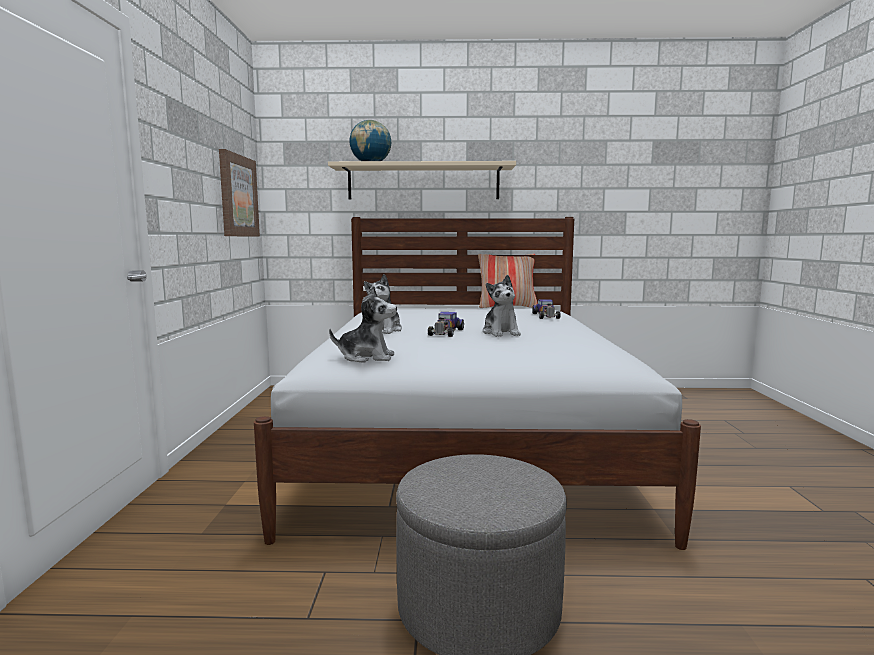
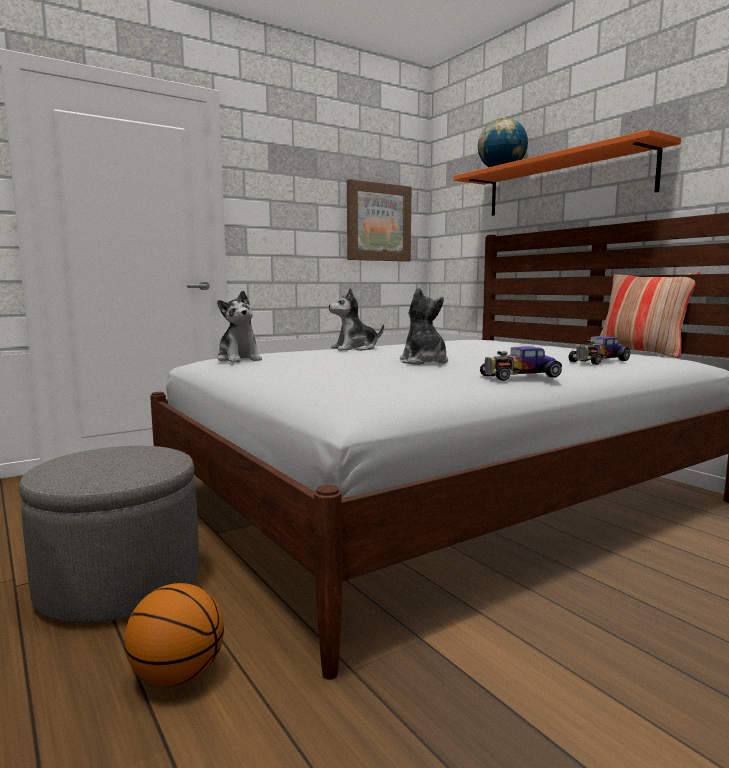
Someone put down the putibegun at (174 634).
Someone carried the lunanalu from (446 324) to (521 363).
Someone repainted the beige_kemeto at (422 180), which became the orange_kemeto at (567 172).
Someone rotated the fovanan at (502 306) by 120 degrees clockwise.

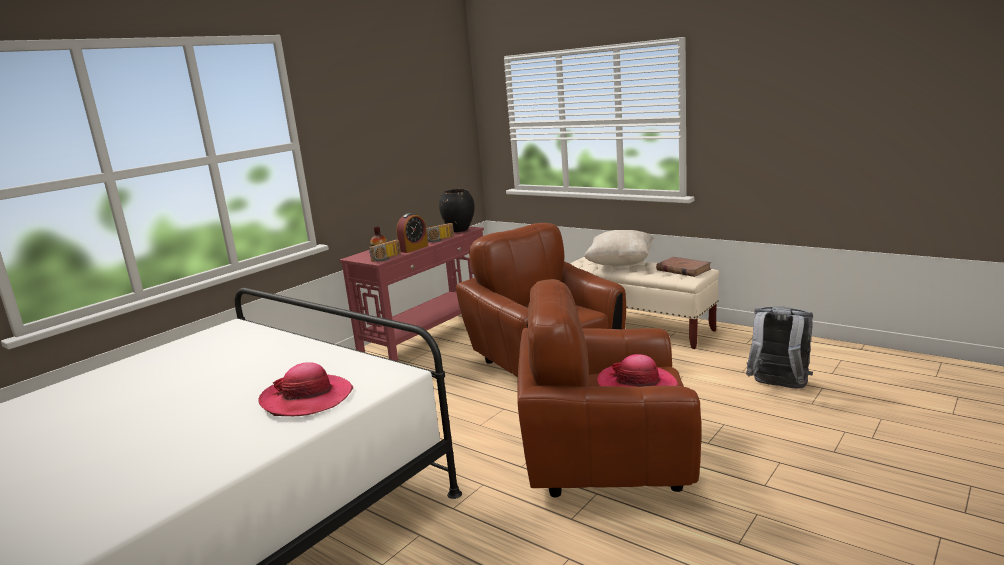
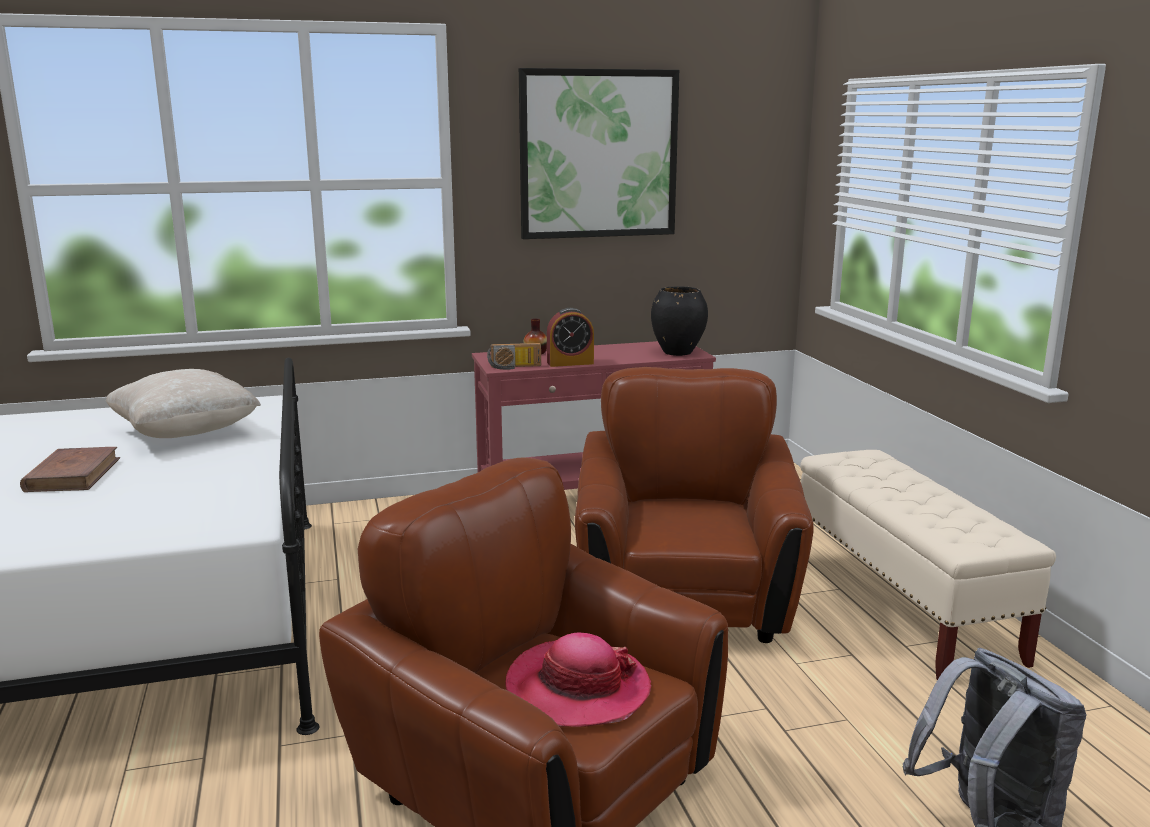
Someone took away the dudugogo at (306 389).
Someone took away the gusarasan at (440 232).
Someone put up the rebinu at (599 153).
Someone carried the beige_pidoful from (619 248) to (183 403).
Someone carried the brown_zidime from (683 267) to (70 469).

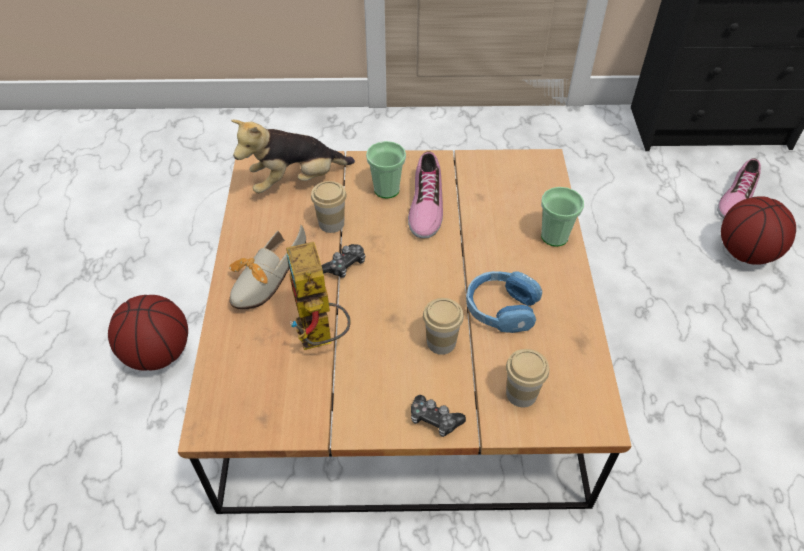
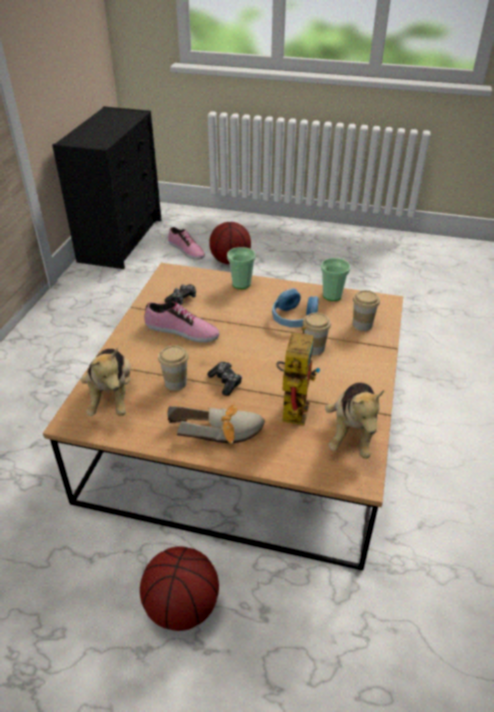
Someone put down the fovanan at (354 421).
Someone carried the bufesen from (386 170) to (336 279).
Someone carried the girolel from (438 416) to (180 294).
Someone rotated the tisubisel at (267 267) by 45 degrees counterclockwise.
Someone rotated the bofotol at (318 296) by 75 degrees counterclockwise.

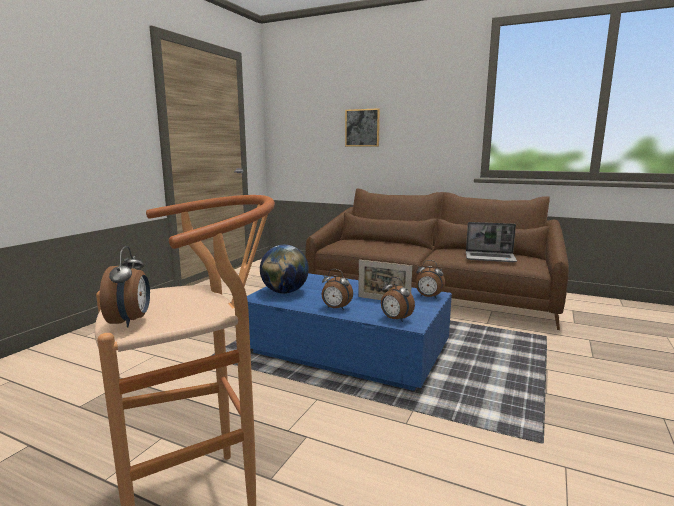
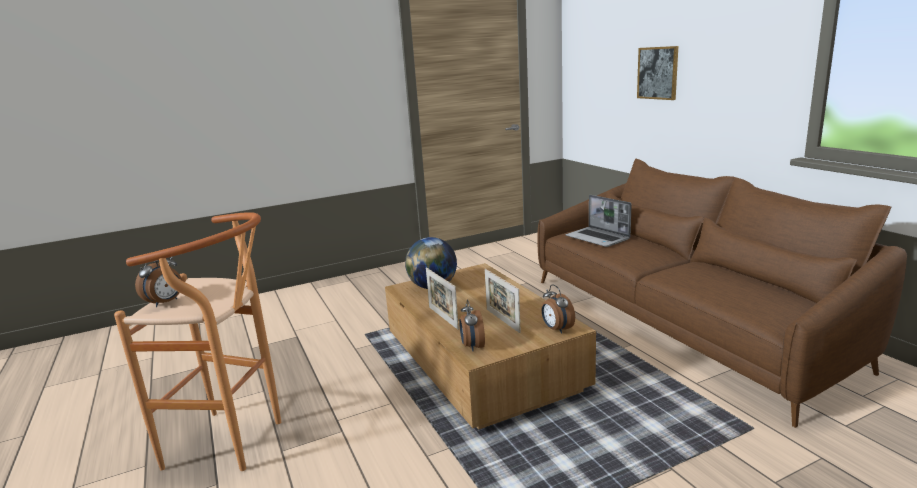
Someone carried the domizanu from (491 242) to (599 221).
Someone swapped the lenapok at (337 289) for the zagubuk at (442 298).
Someone repainted the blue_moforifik at (349 332), which became the brown_moforifik at (490 346).

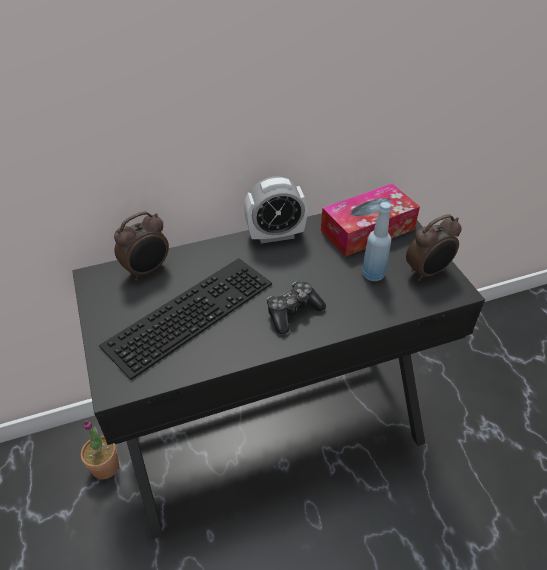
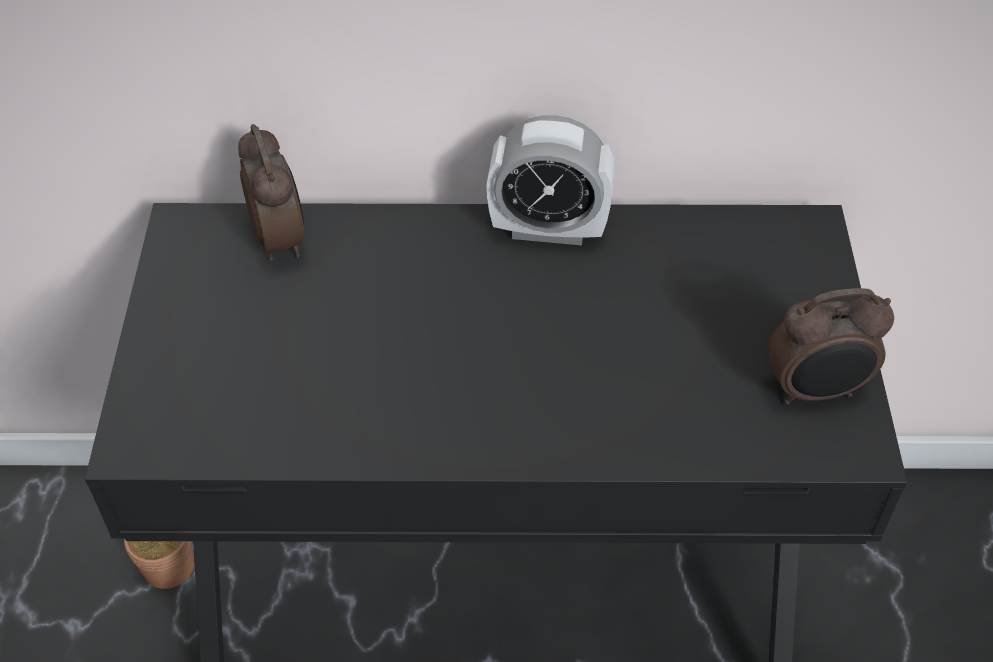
Someone took away the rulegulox at (185 319).
Someone took away the girolel at (296 308).
Someone took away the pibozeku at (370 220).
Someone took away the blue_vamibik at (376 241).
Someone rotated the lenapok at (141 246) by 90 degrees counterclockwise.

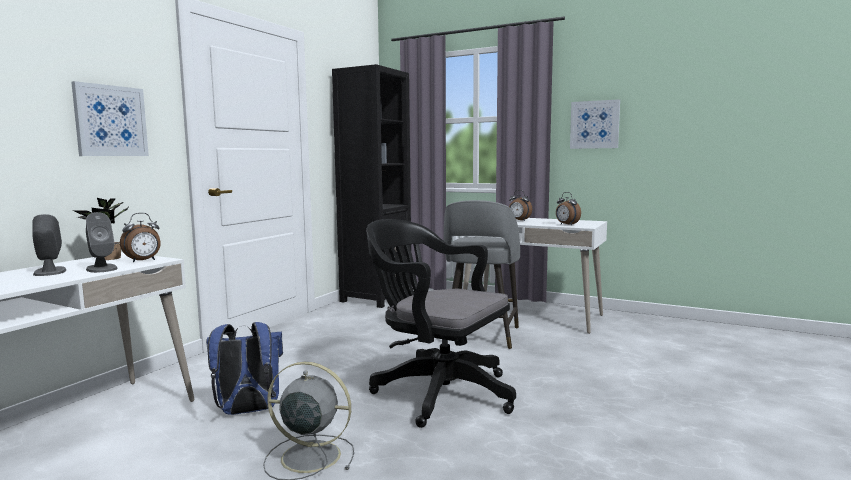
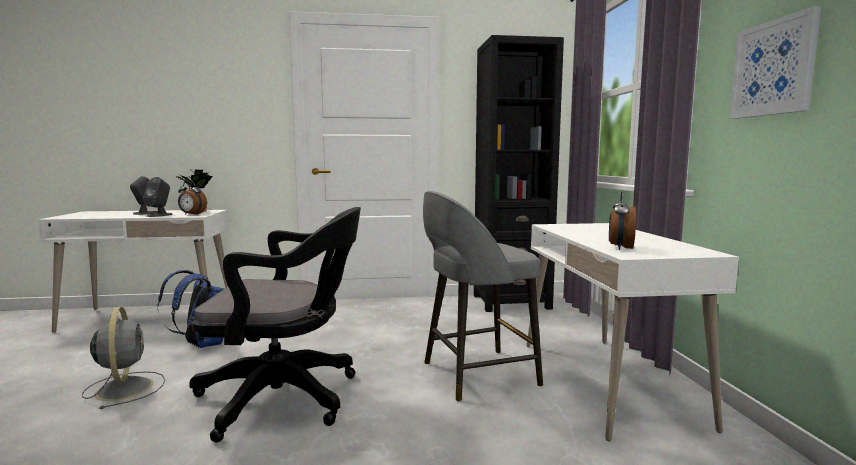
Someone took away the rebinu at (110 118).
Someone took away the lenapok at (520 205).
Someone rotated the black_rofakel at (441 323) by 90 degrees clockwise.

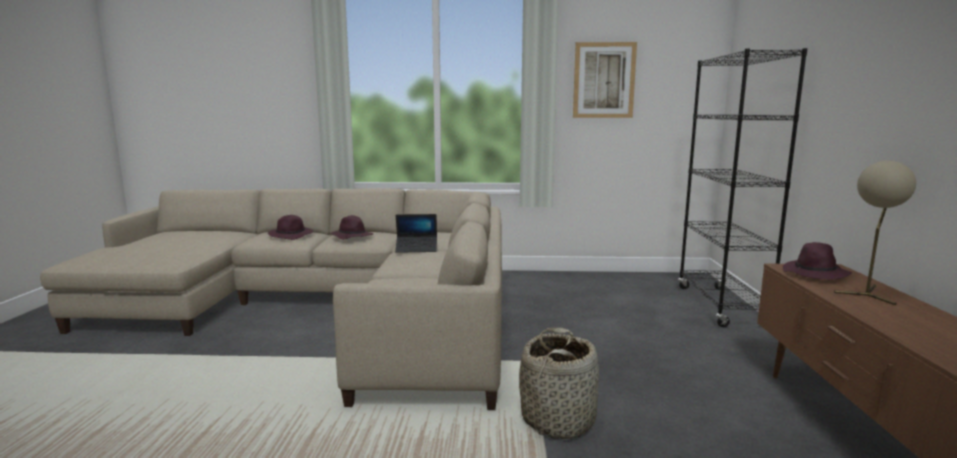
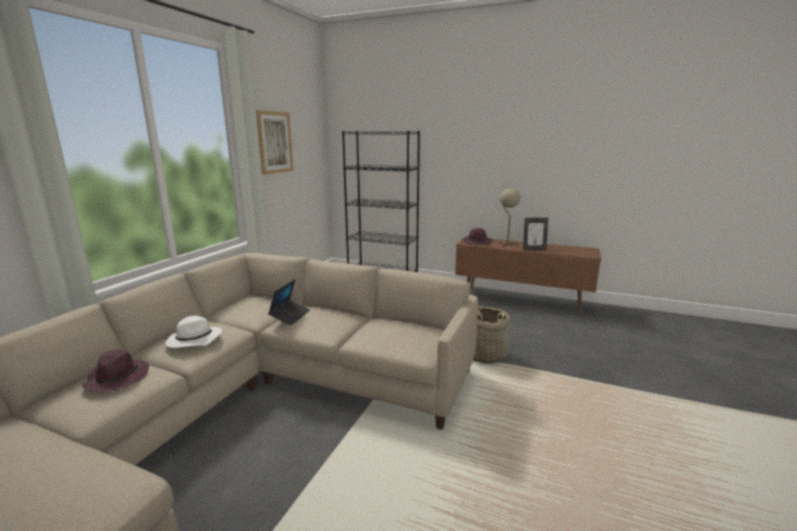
Someone put down the zagubuk at (535 234).
Someone repainted the purple_dudugogo at (352 227), which became the white_dudugogo at (194 332).

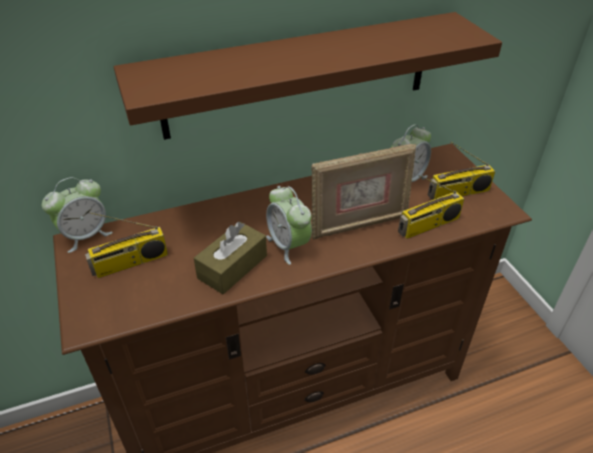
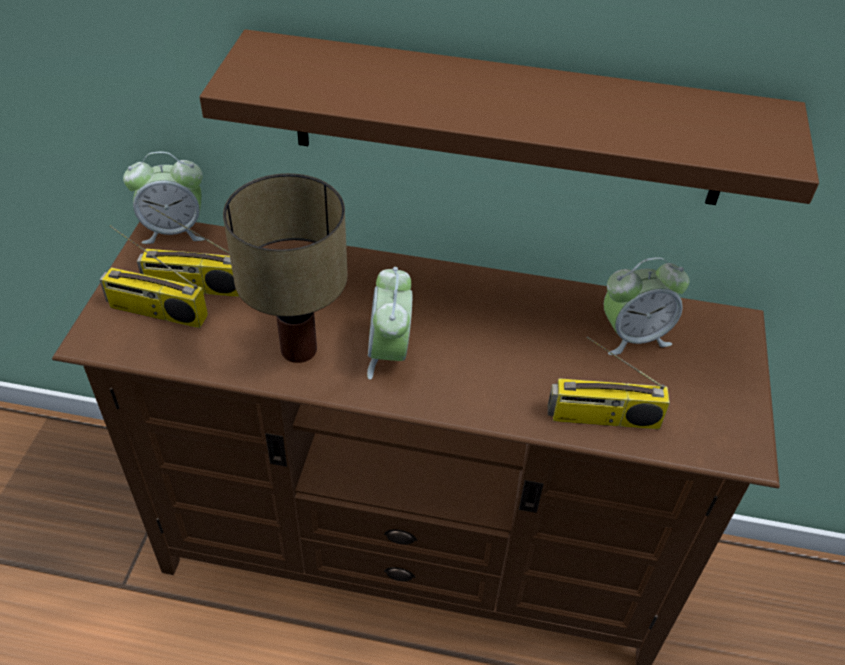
Someone took away the zagubuk at (363 192).
Someone carried the gusarasan from (461 170) to (153 276).
Someone swapped the brown_pibozeku at (230 257) for the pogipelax at (285 268).

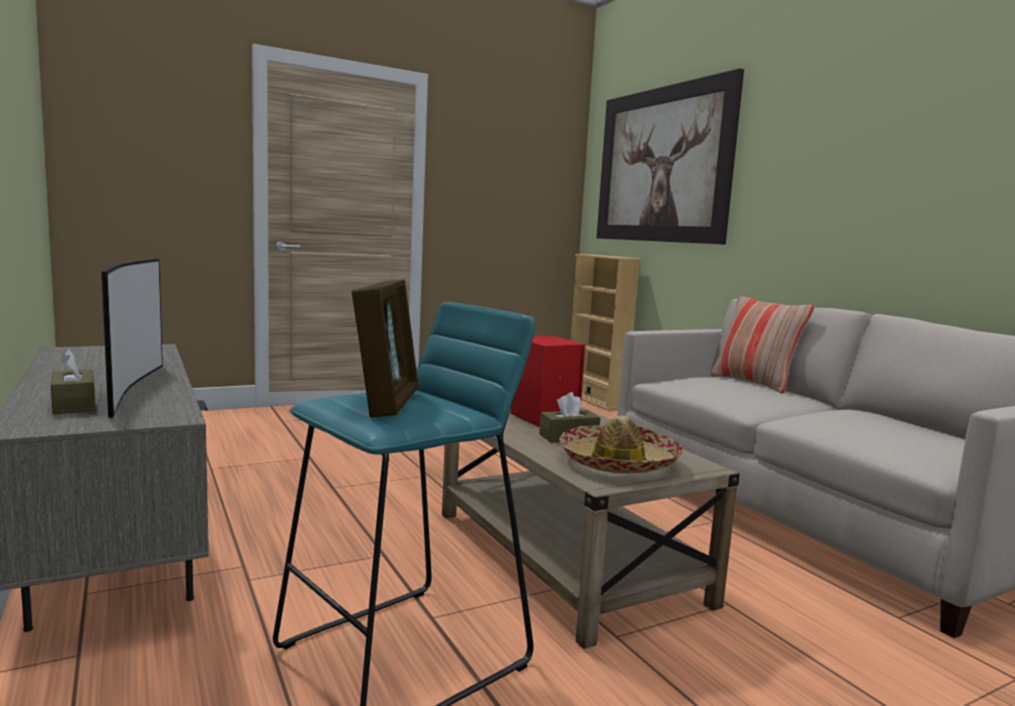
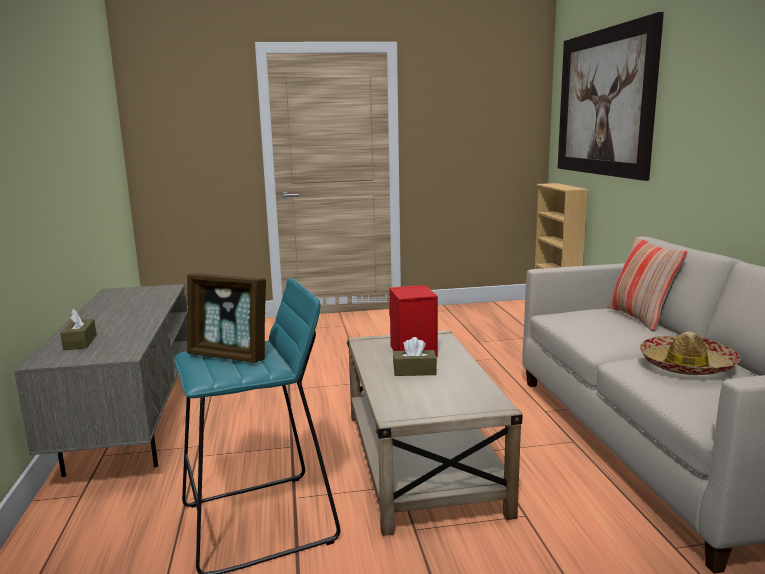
Someone took away the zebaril at (132 338).
Someone carried the dudugogo from (621 444) to (690 353).
Someone rotated the zagubuk at (385 348) by 90 degrees clockwise.

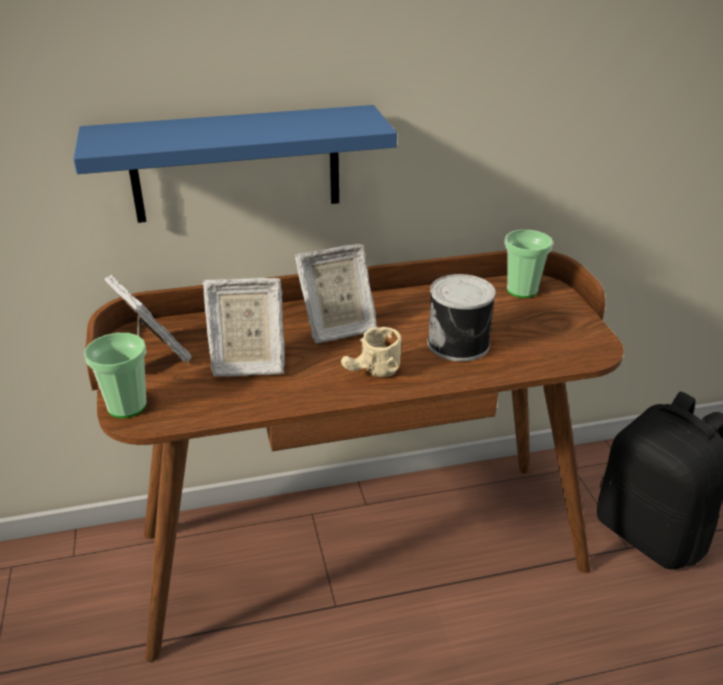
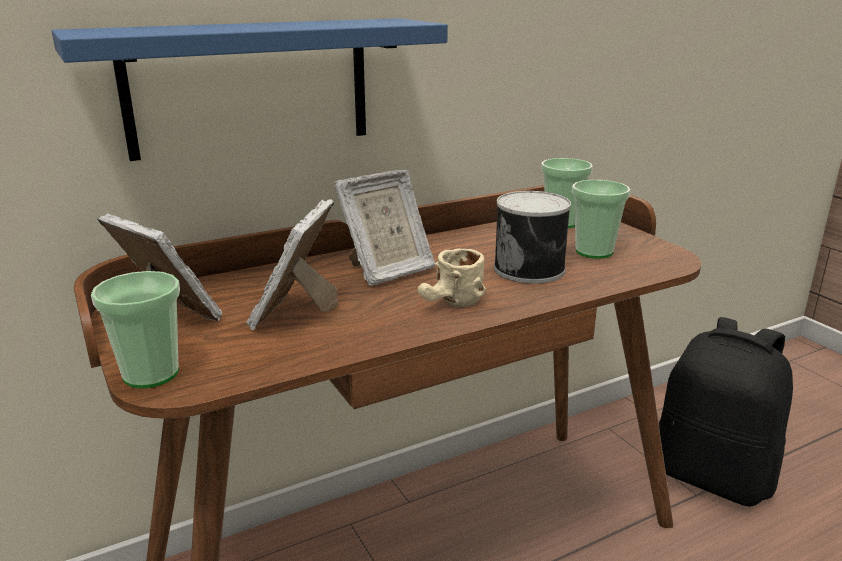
Someone put down the bufesen at (601 219).
Someone rotated the zagubuk at (244 327) by 120 degrees clockwise.

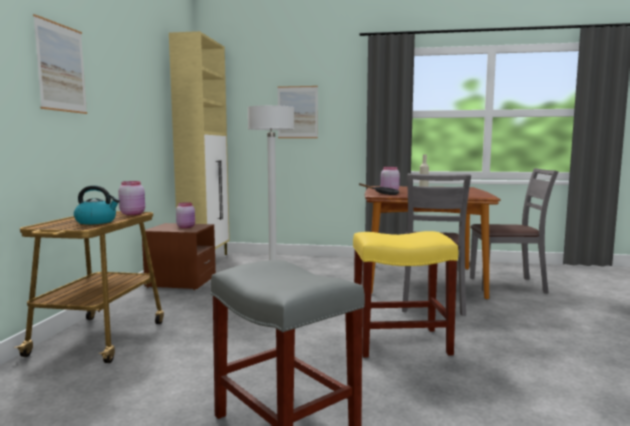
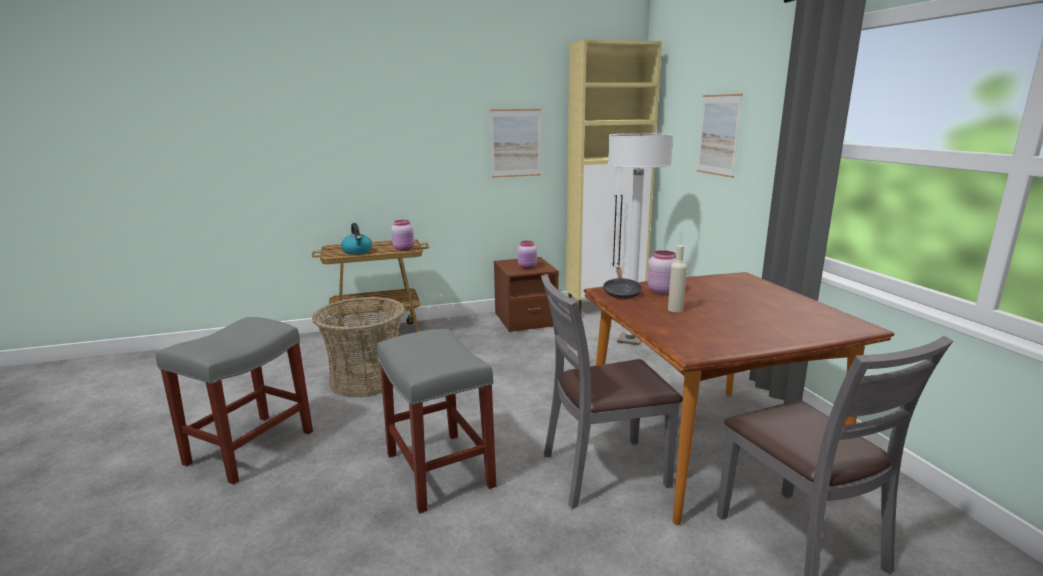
Someone put down the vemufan at (358 347).
Someone carried the rebinu from (60 64) to (515 143).
Someone repainted the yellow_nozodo at (405 294), which became the grey_nozodo at (436 421).

